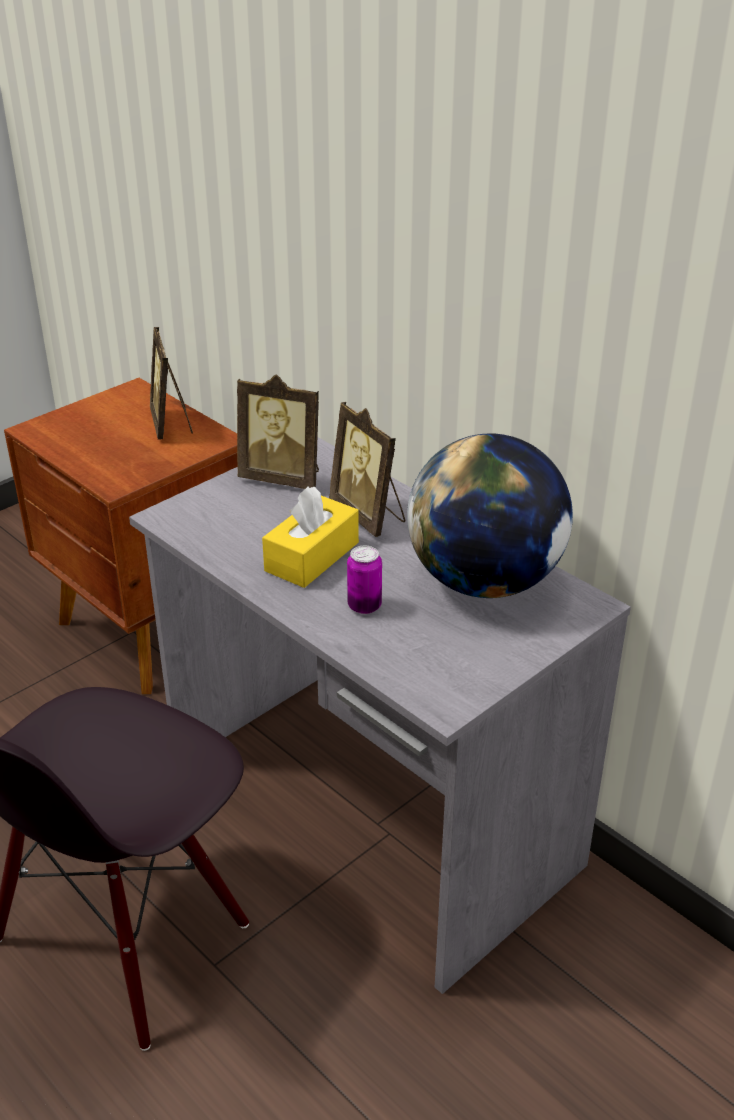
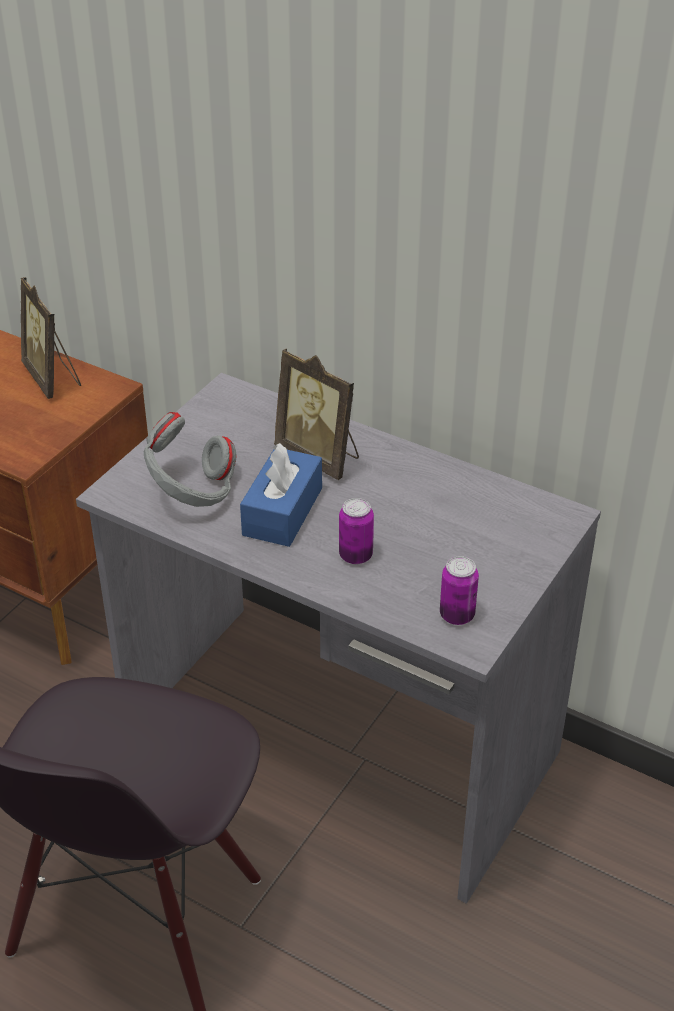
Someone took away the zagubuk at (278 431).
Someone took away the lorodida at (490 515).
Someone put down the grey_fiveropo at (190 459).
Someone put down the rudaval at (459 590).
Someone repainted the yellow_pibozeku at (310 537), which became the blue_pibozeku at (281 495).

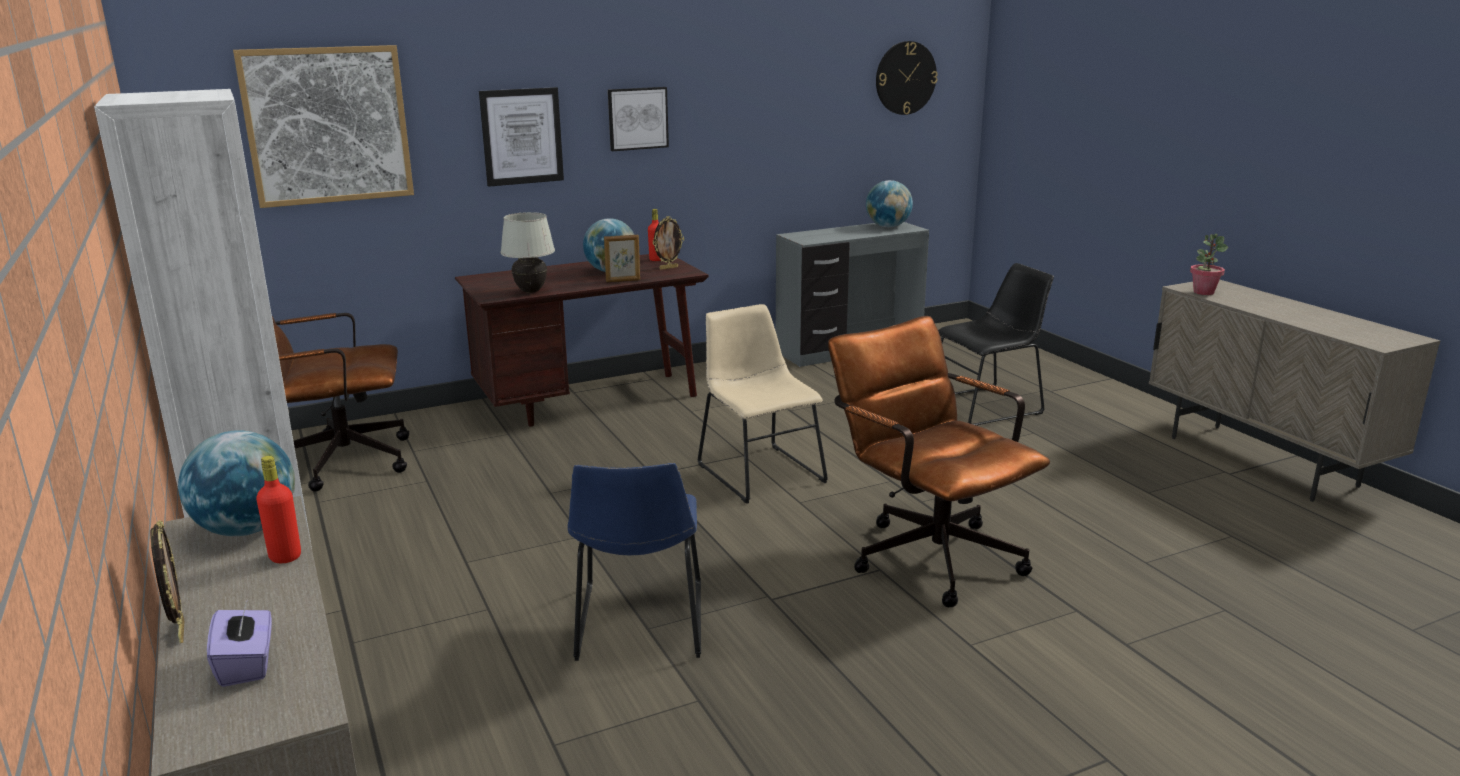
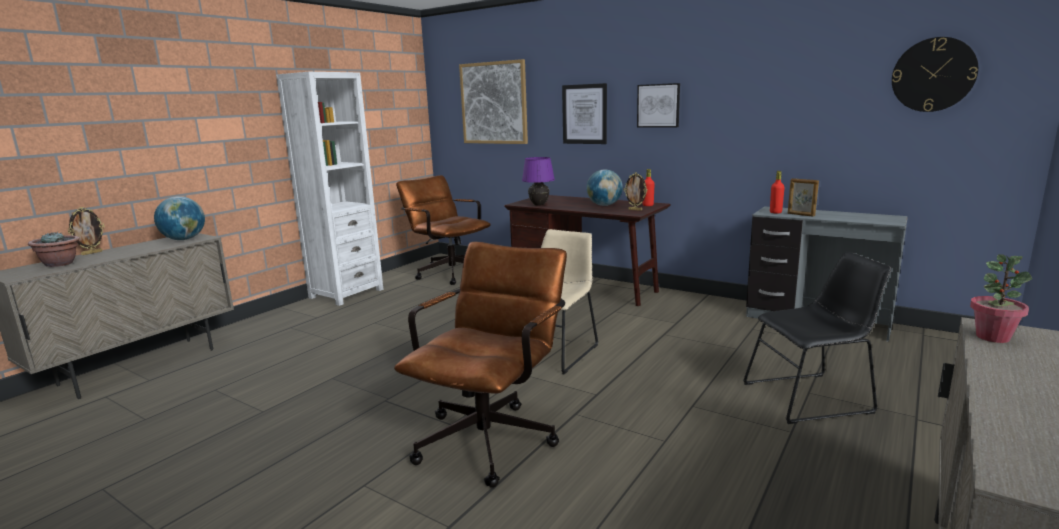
Someone took away the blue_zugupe at (634 562).
Someone took away the lorodida at (889 203).
Someone carried the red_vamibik from (278 509) to (777 192).
Someone carried the zagubuk from (622 258) to (803 197).
Someone swapped the purple_pibozeku at (239 643) for the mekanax at (54 249).
Someone repainted the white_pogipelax at (527 252), which became the purple_pogipelax at (538 181).
Someone rotated the black_zugupe at (996 344) by 45 degrees counterclockwise.

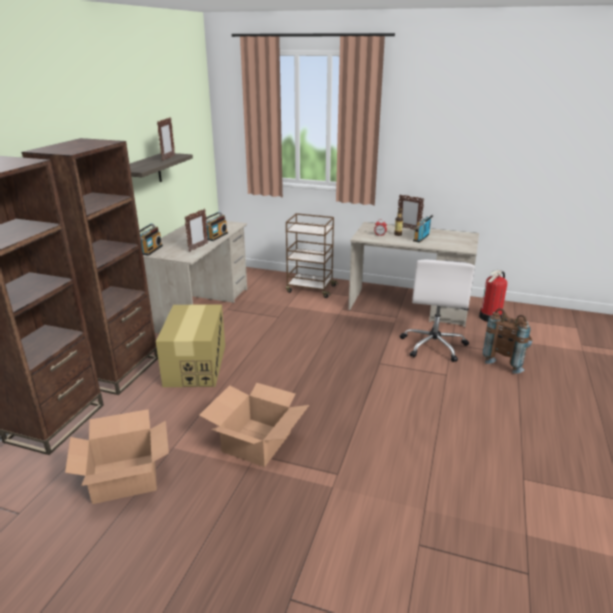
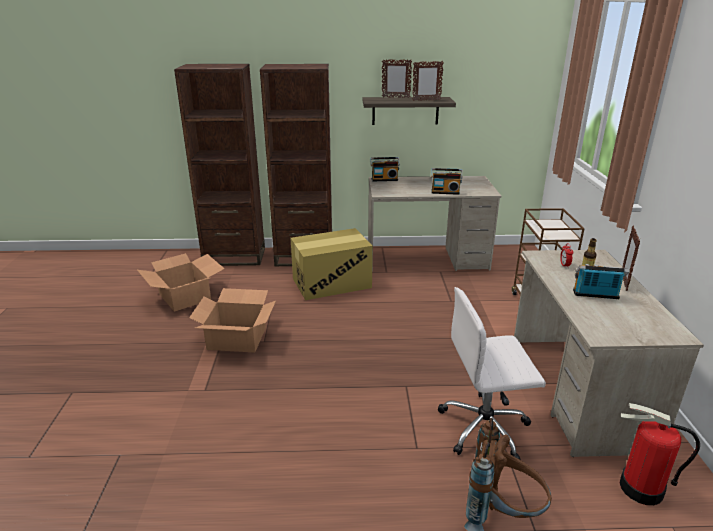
Someone carried the zagubuk from (196 230) to (397 78).

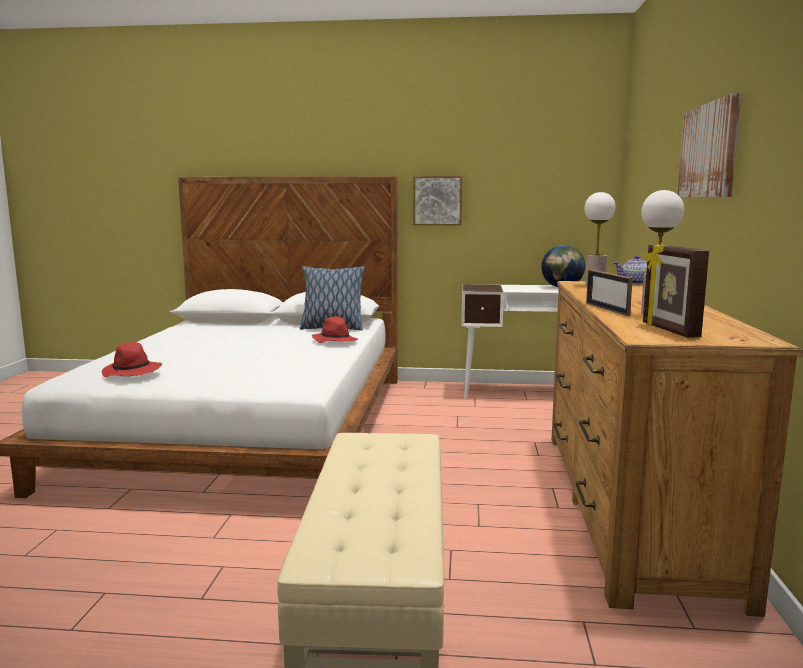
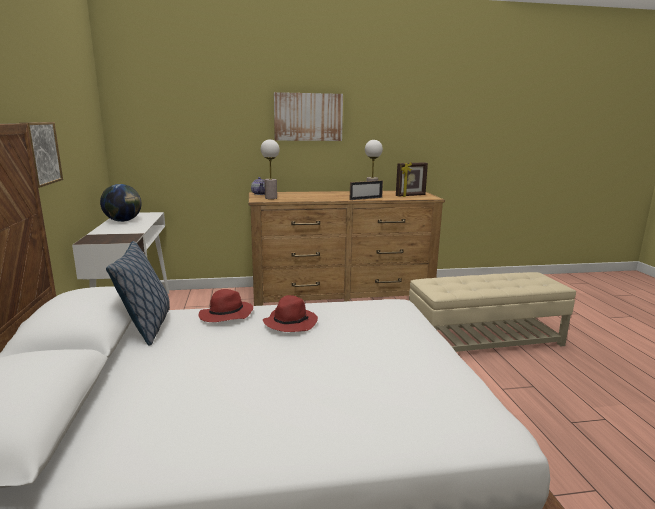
Someone carried the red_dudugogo from (132 359) to (290 313).

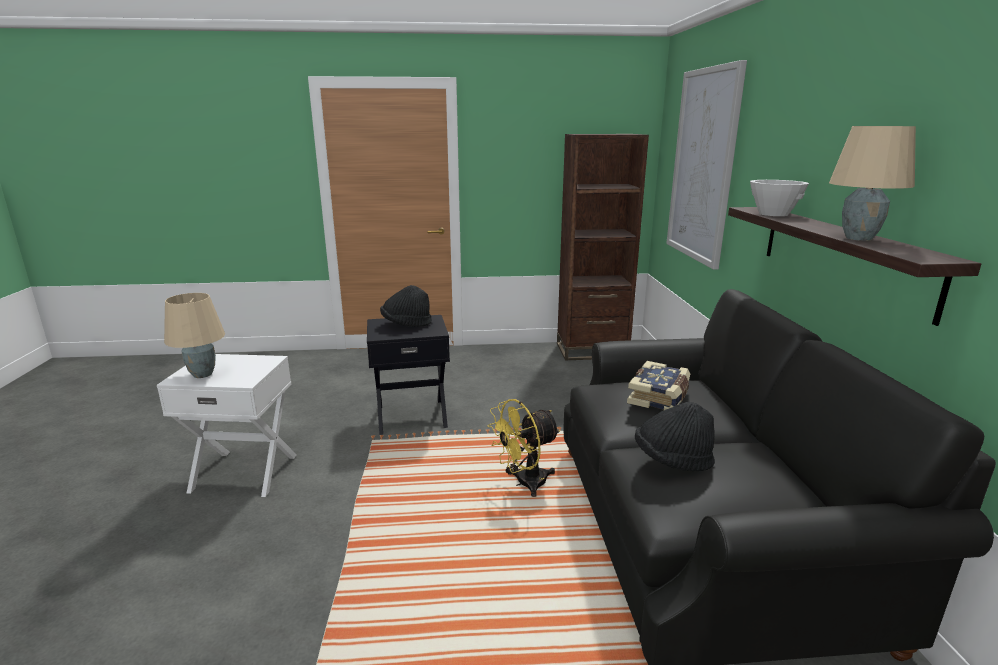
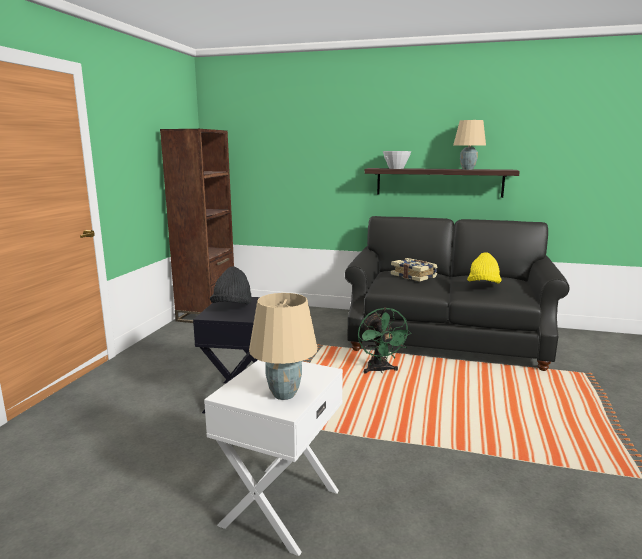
Someone took away the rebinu at (706 165).
Someone repainted the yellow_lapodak at (524 448), which became the green_lapodak at (385 340).
Someone repainted the black_dudugogo at (675 436), which became the yellow_dudugogo at (484 268).

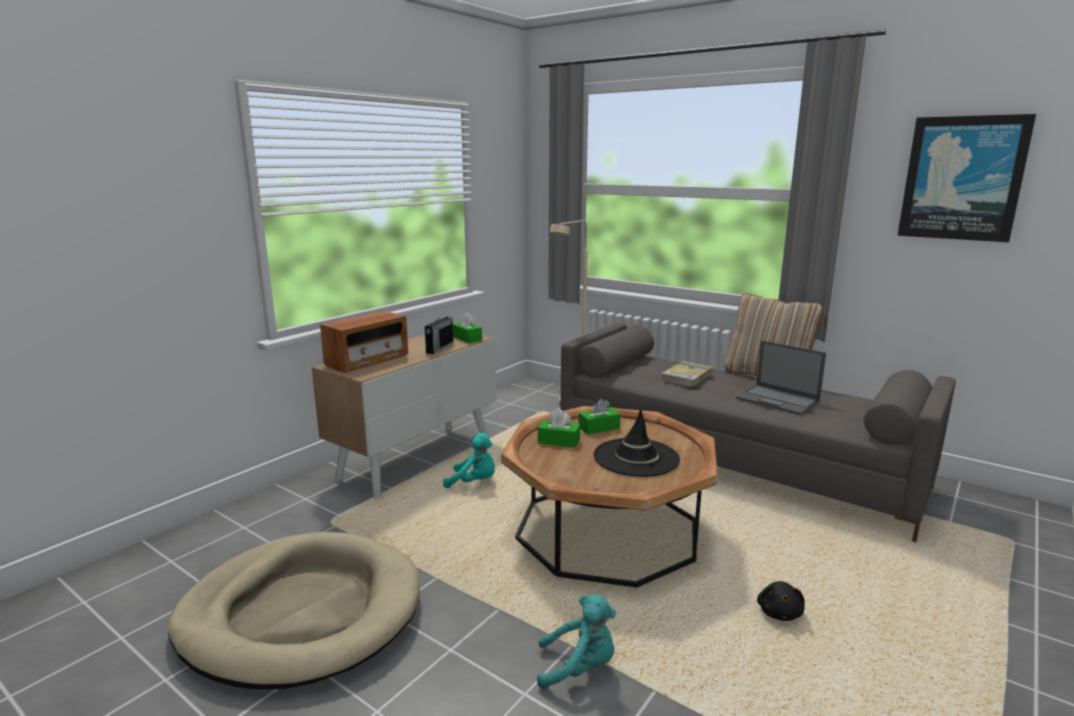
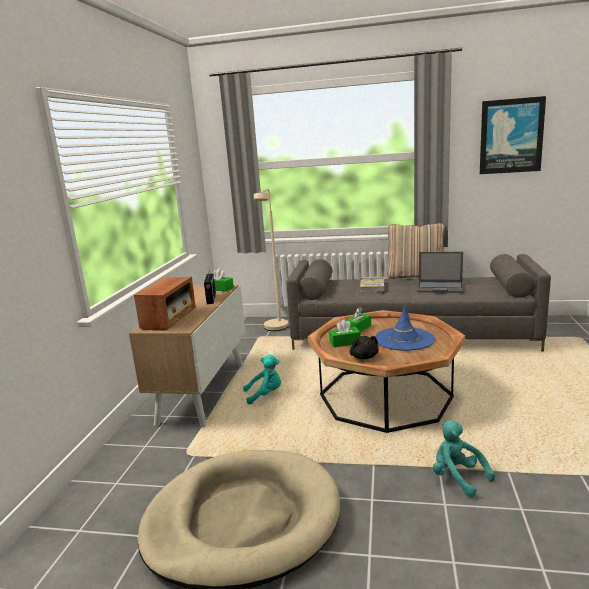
Someone carried the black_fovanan from (781 601) to (364 347).
Someone repainted the black_dudugogo at (637 443), which became the blue_dudugogo at (405 328).
Someone rotated the turquoise_fovanan at (576 641) by 105 degrees counterclockwise.

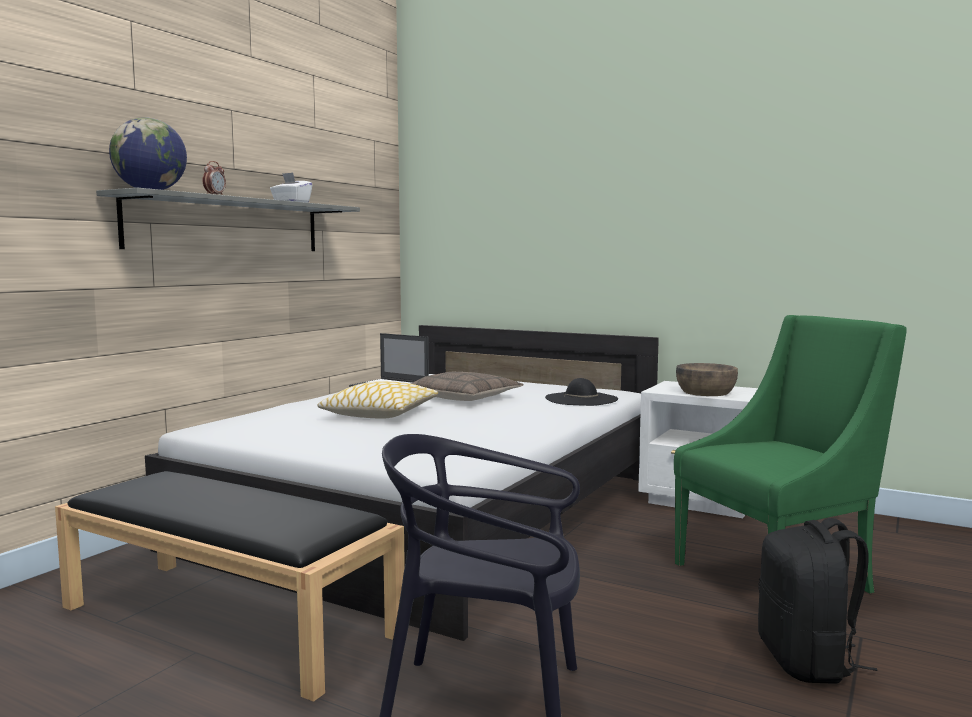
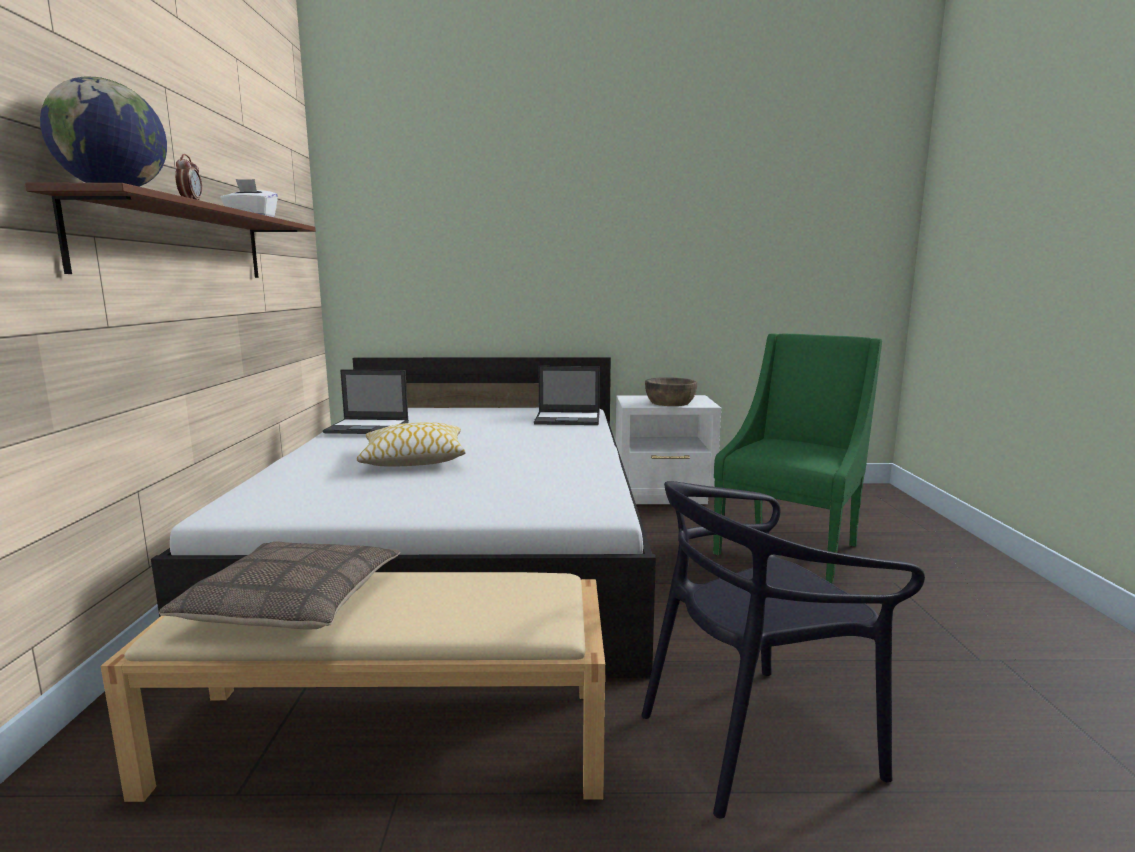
Someone took away the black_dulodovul at (818 601).
Someone carried the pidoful from (467 386) to (279 585).
Someone swapped the black_dudugogo at (581 392) for the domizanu at (567 395).
Someone repainted the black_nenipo at (230 586), which became the beige_nenipo at (353 687).
Someone repainted the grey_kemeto at (228 219), which became the brown_kemeto at (170 230).

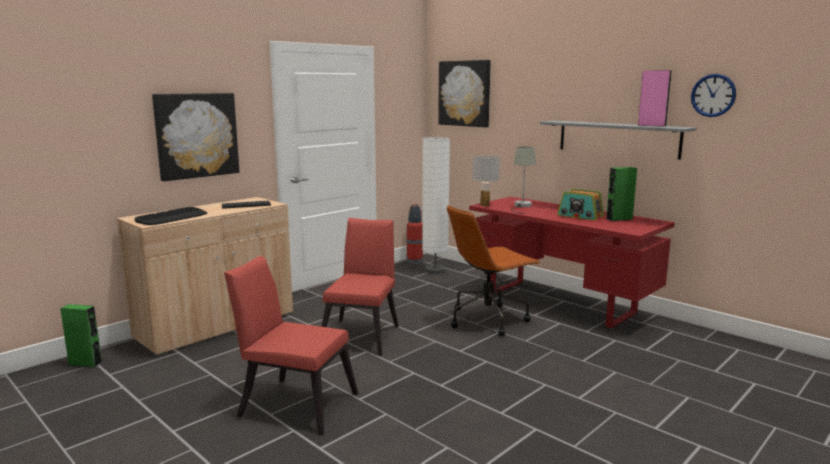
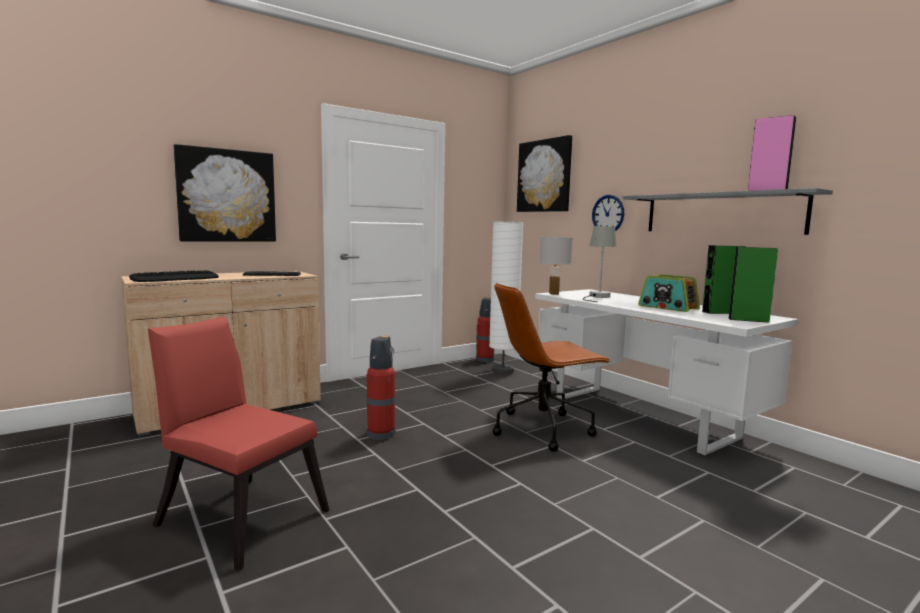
Someone carried the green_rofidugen from (81 336) to (753 285).
Someone carried the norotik from (713 95) to (608 213).
Someone swapped the red_zugupe at (360 287) for the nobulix at (381 387).
Someone repainted the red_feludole at (572 263), which became the white_feludole at (667 372).

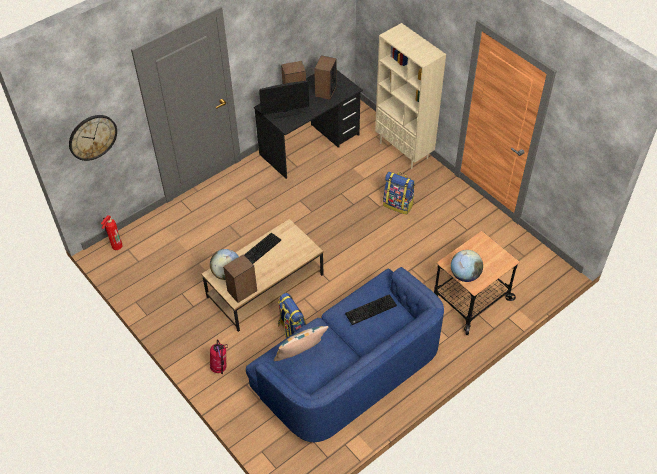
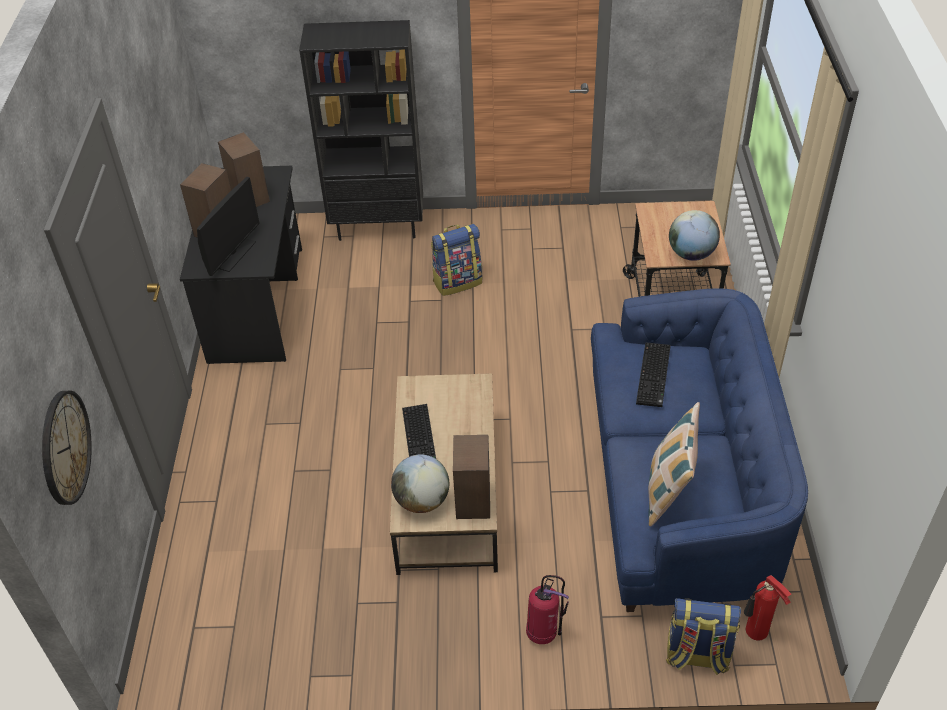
Someone carried the nobulix from (112 232) to (767 608).
Someone carried the dulodovul from (292 315) to (703 636).
Someone repainted the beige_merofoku at (410 96), which became the black_merofoku at (361 130).

